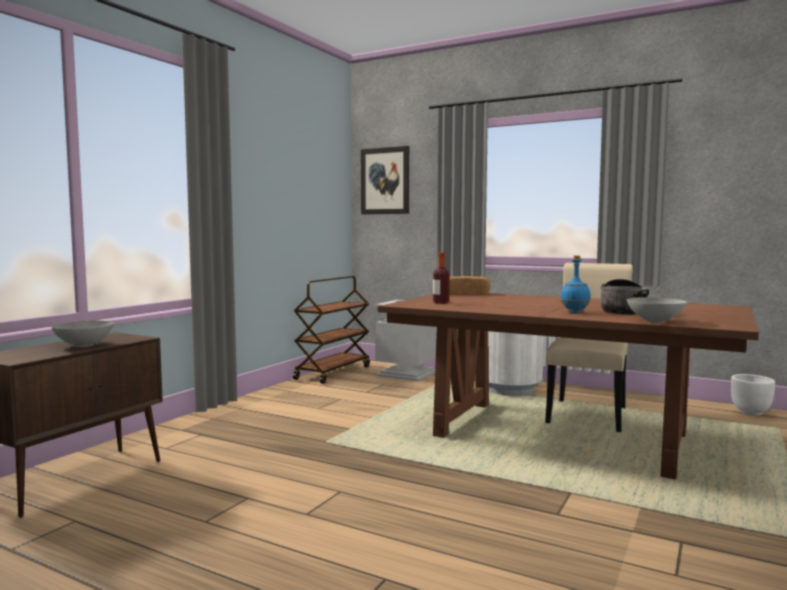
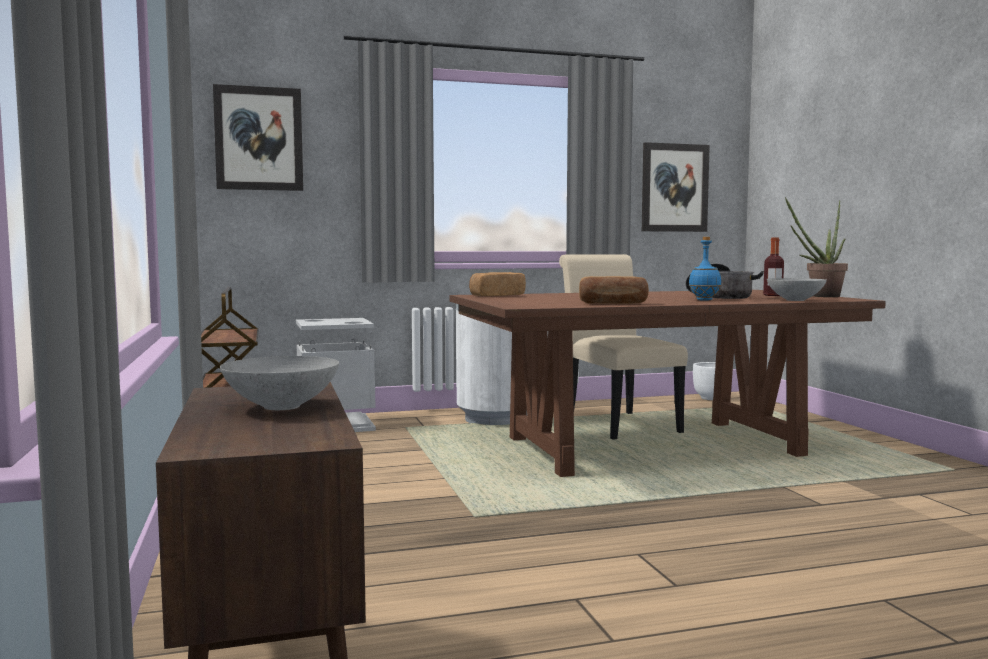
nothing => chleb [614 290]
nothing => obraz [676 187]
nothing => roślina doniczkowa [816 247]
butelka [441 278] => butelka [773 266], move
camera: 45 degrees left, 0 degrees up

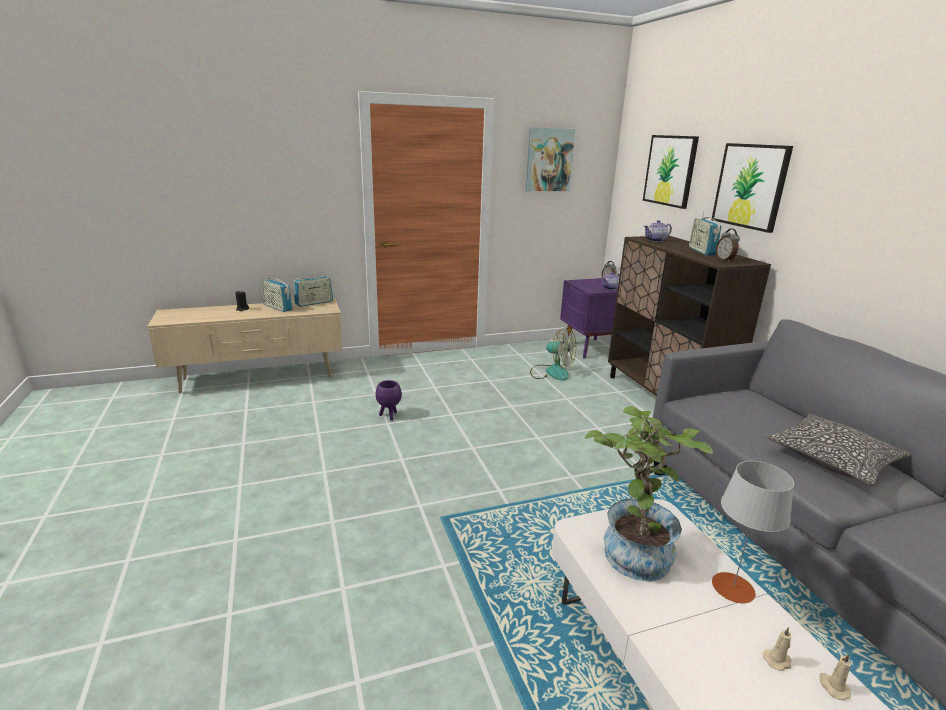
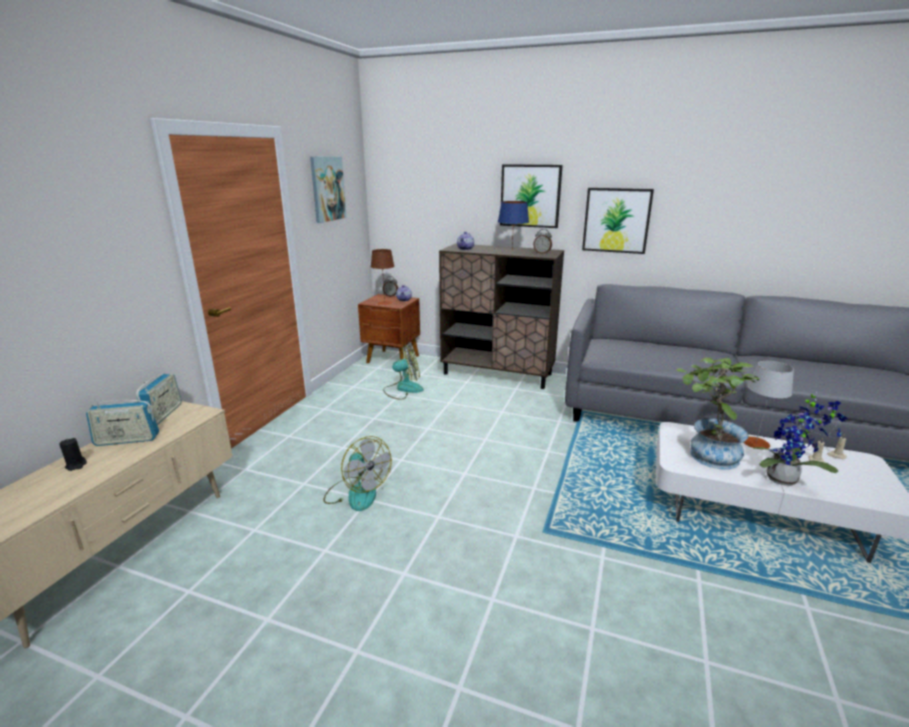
poduszka [839 450] => nothing
nothing => lampa stołowa (brązowy) [382 277]
nothing => roślina doniczkowa [800 439]
obraz [671 172] => obraz [618 221], move
donica (fioletowy) [389 400] => wentylator [357 473]
radio [705 234] => lampa stołowa (niebieski) [513 224]
szafka nocna (fioletowy) [589 318] => szafka nocna (brązowy) [389 328]
camera: 50 degrees left, 0 degrees up

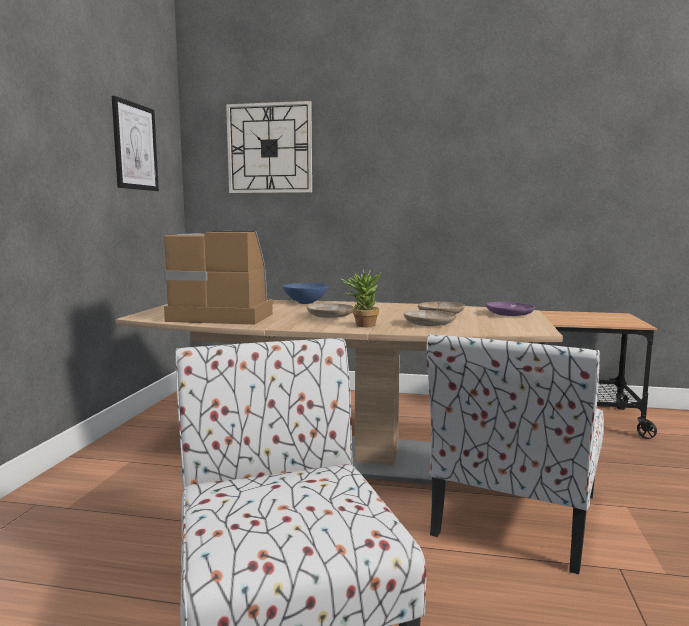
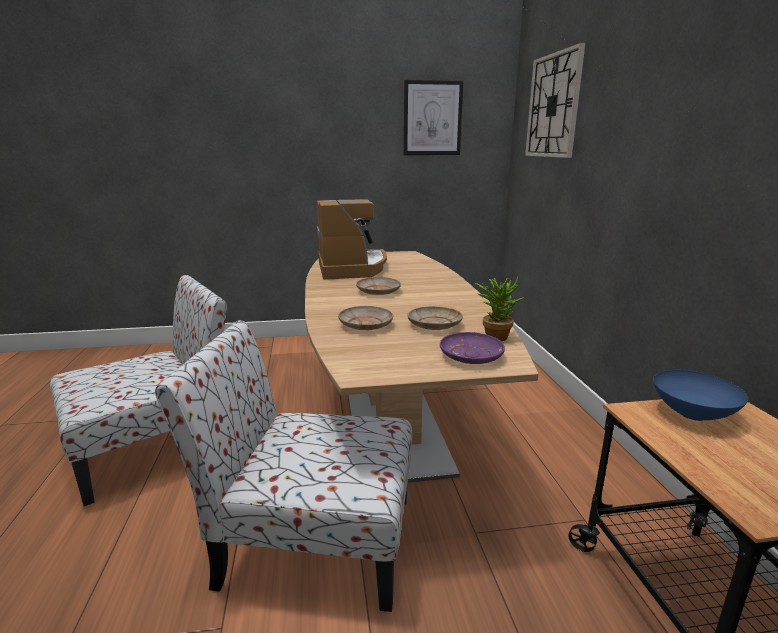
miska (niebieski) [306 293] => miska (niebieski) [700 395], move
roślina doniczkowa [360 298] => roślina doniczkowa [499 307], move
camera: 70 degrees right, 10 degrees up

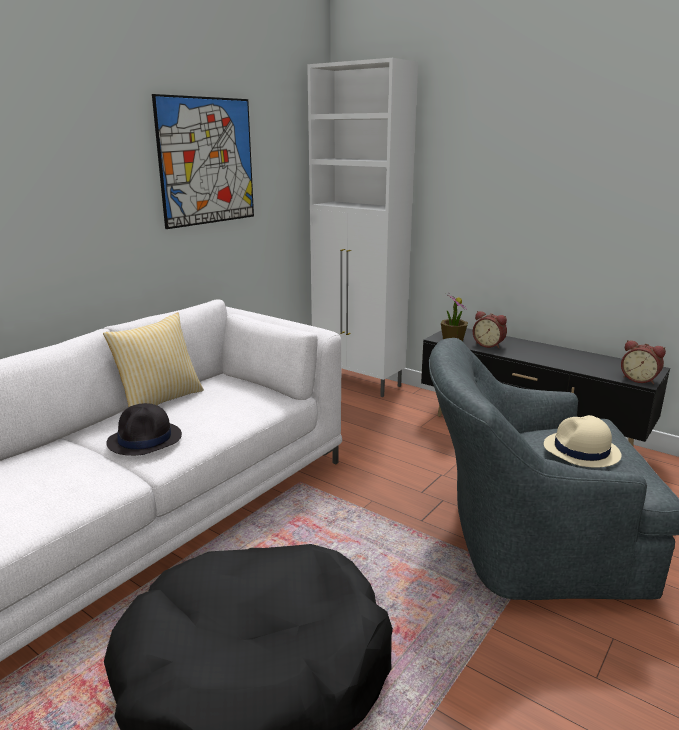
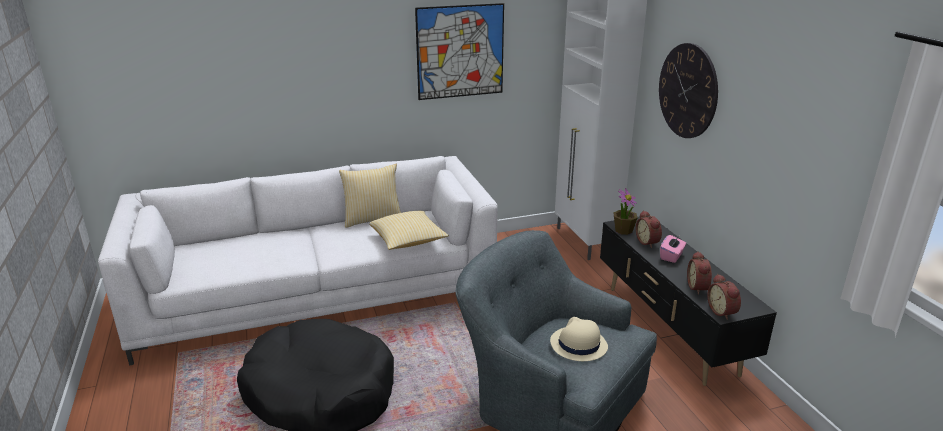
kapelusz (czarny) [144 429] => nothing
nothing => poduszka [409 230]
nothing => zegar ścienny [688 90]
nothing => pudełko chusteczek (różowy) [673 249]
nothing => budzik [699 273]
camera: 35 degrees right, 5 degrees up

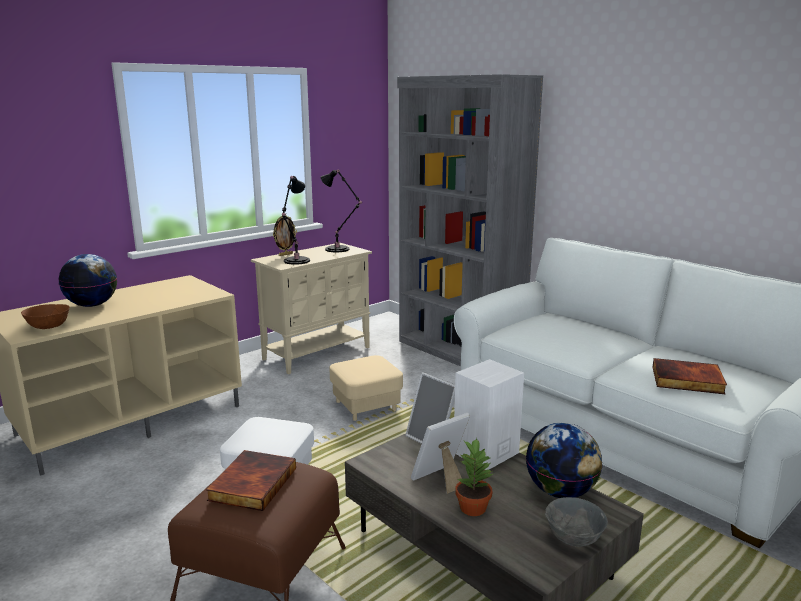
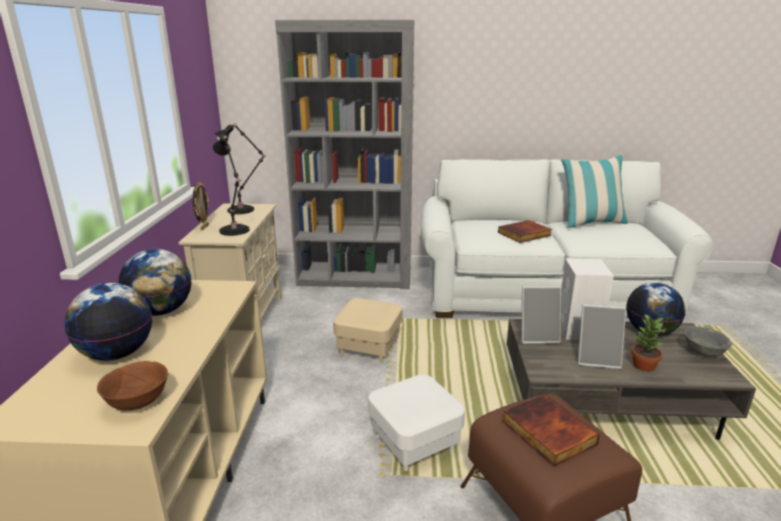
nothing => globus [154 282]
nothing => poduszka [595 191]
książka [690 376] => książka [525 231], move
ramka na zdjęcie [440 453] => ramka na zdjęcie [602 336], 90 degrees counterclockwise
camera: 45 degrees left, 5 degrees up

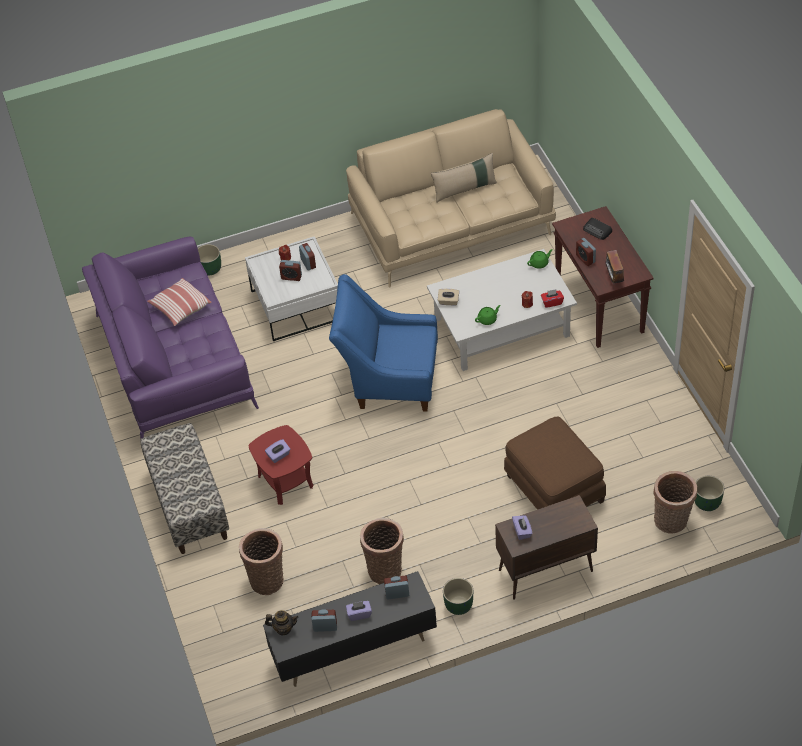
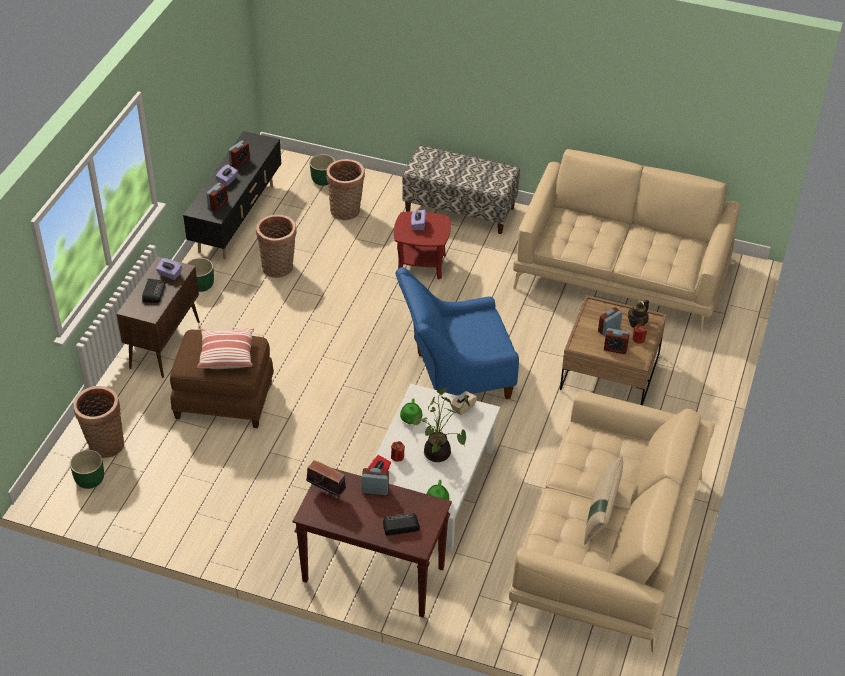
nothing => radio [153 291]
nothing => roślina doniczkowa [441 425]
poduszka [179 302] => poduszka [225 349], move
donica (zielony) [209 259] => donica (zielony) [322 170], move
imbryk [282 622] => imbryk [638 313], move
kanapa (fioletowy) [170 338] => kanapa (beżowy) [626 240]
ława (biały) [291 288] => ława (brązowy) [613 350]
fotel (niebieski) [383 342] => fotel (niebieski) [457 333], 150 degrees counterclockwise
camera: 125 degrees right, 5 degrees down

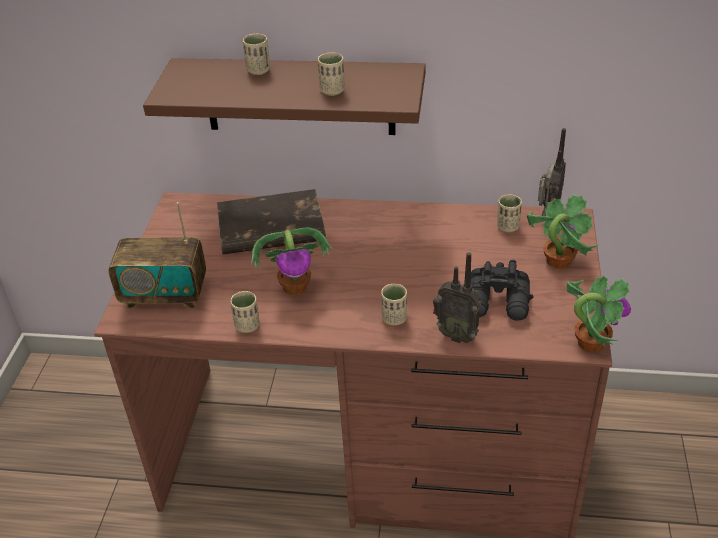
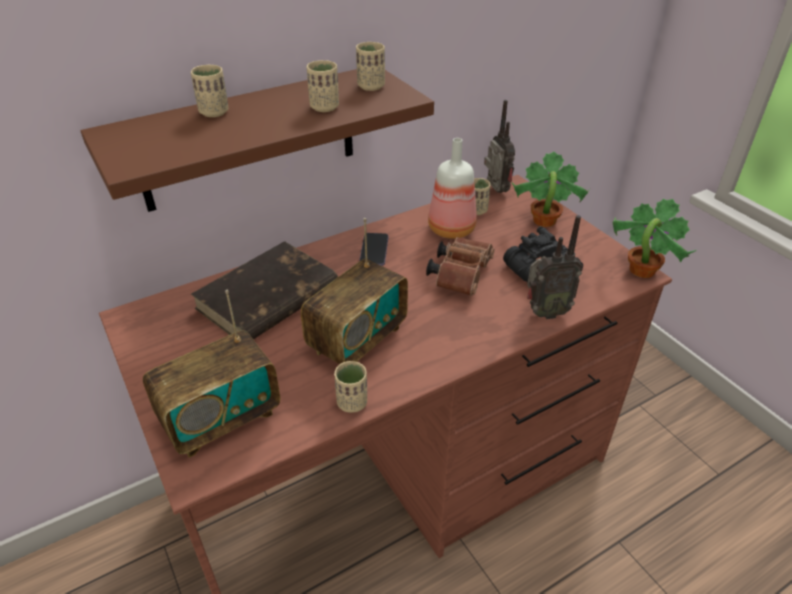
nothing => telefon [373 249]
nothing => lornetka (brązowy) [460 266]
nothing => butelka [452 188]
filiżanka (beżowy) [394 304] => filiżanka (beżowy) [370 66], move
roślina doniczkowa [292 261] => radio [354 291]
camera: 40 degrees left, 0 degrees up

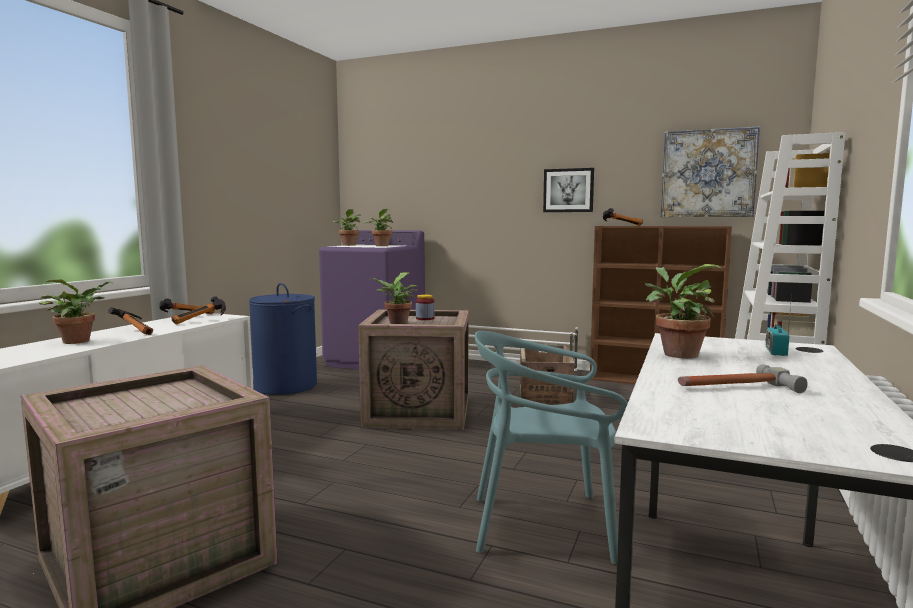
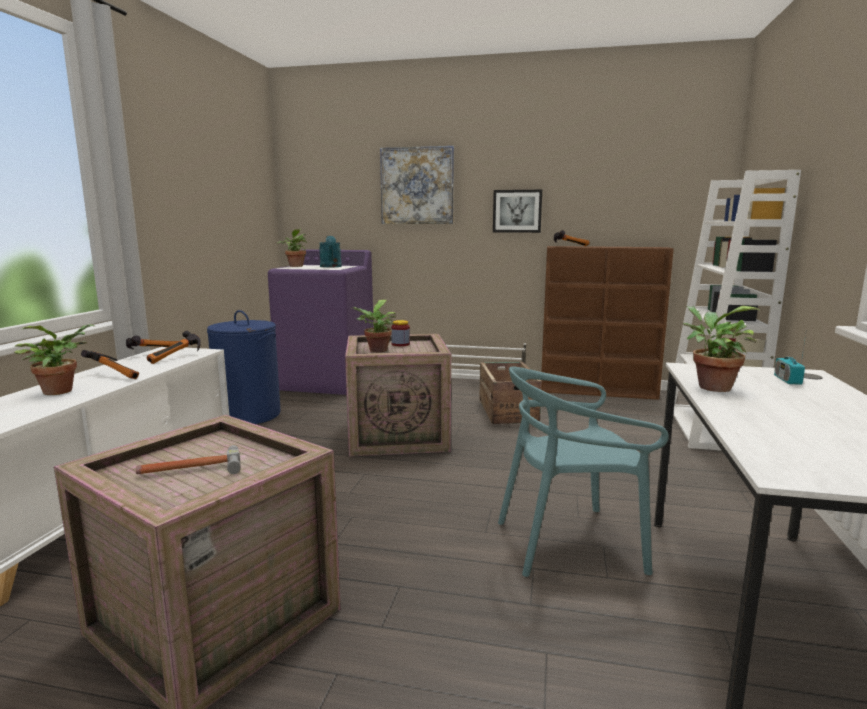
obraz [710 171] => obraz [417 185], move
młotek [743 378] => młotek [188 459], move
roślina doniczkowa [378 227] => konewka (turkusowy) [330 252]
camera: 10 degrees left, 5 degrees up

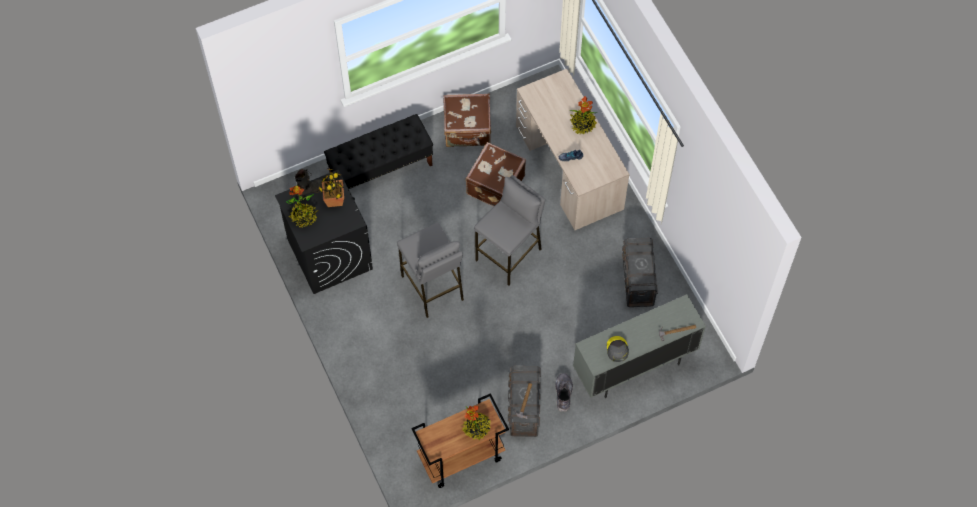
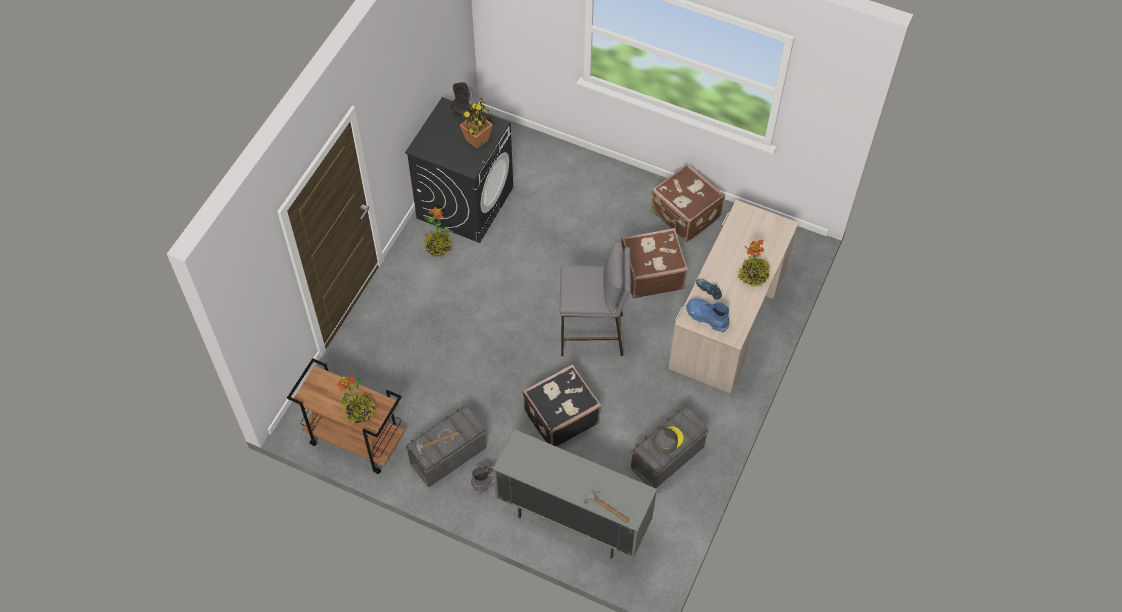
ławka (czarny) [378 151] => nothing
stołek (szary) [430 270] => nothing
nothing => walizka (czarny) [562 405]
nothing => but z cholewką (niebieski) [707 315]
roślina doniczkowa [302 206] => roślina doniczkowa [438 232], move
czapka z daszkiem (szary) [618 349] => czapka z daszkiem (szary) [668 440], move
camera: 50 degrees right, 5 degrees down

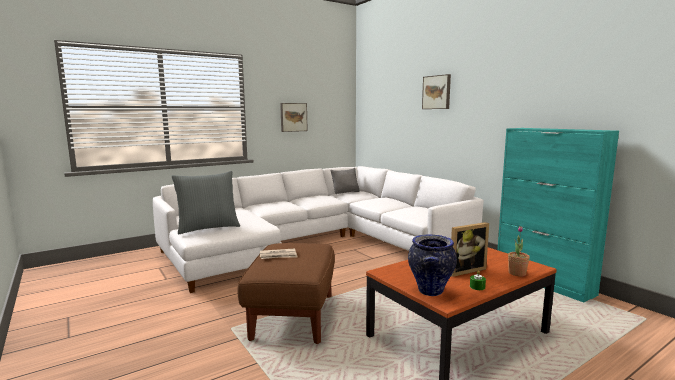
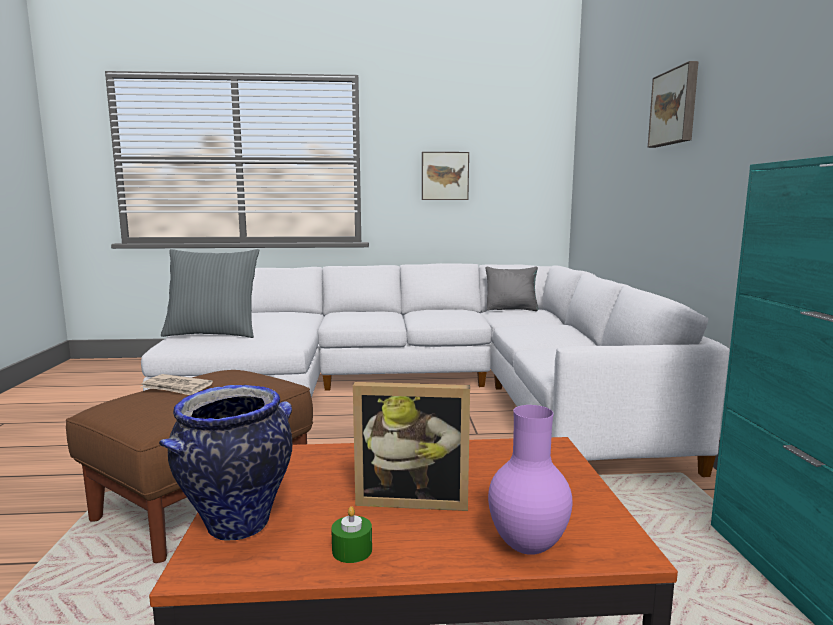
roślina doniczkowa [519 251] => wazon (fioletowy) [530 480]
camera: 30 degrees right, 0 degrees up

